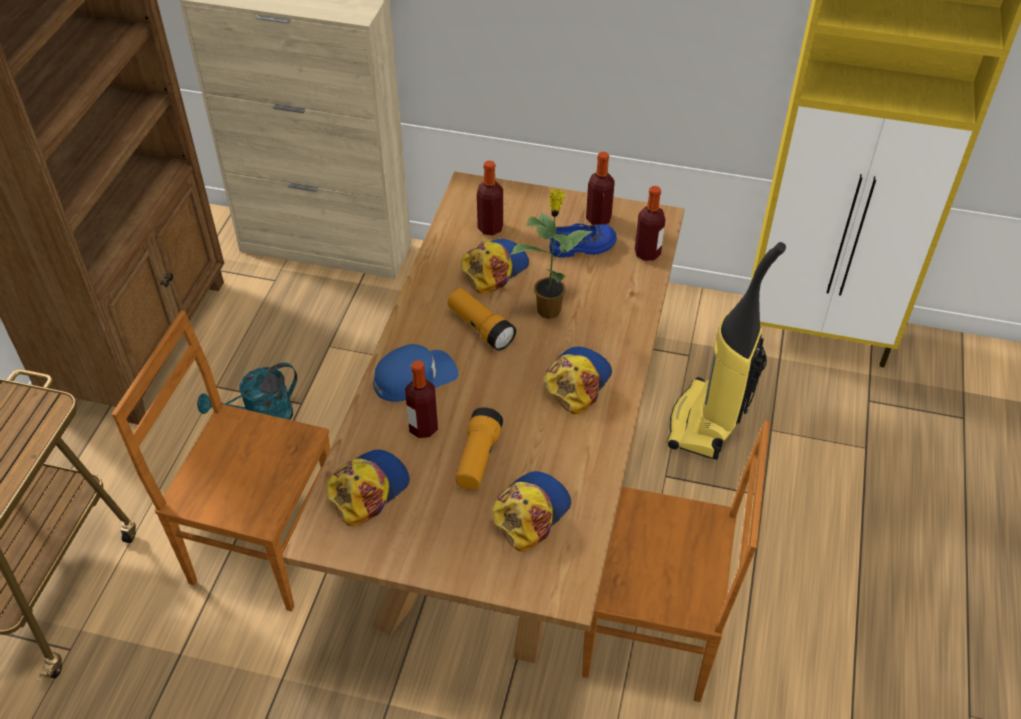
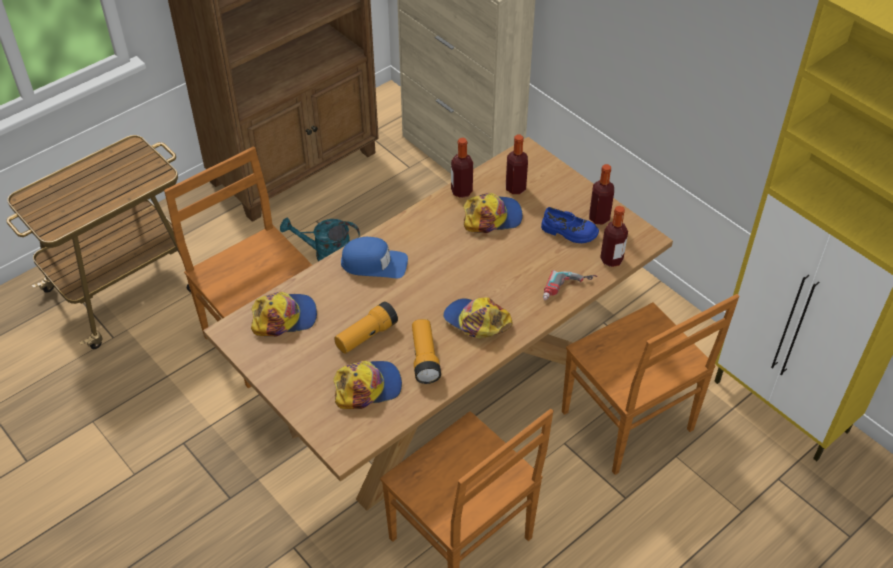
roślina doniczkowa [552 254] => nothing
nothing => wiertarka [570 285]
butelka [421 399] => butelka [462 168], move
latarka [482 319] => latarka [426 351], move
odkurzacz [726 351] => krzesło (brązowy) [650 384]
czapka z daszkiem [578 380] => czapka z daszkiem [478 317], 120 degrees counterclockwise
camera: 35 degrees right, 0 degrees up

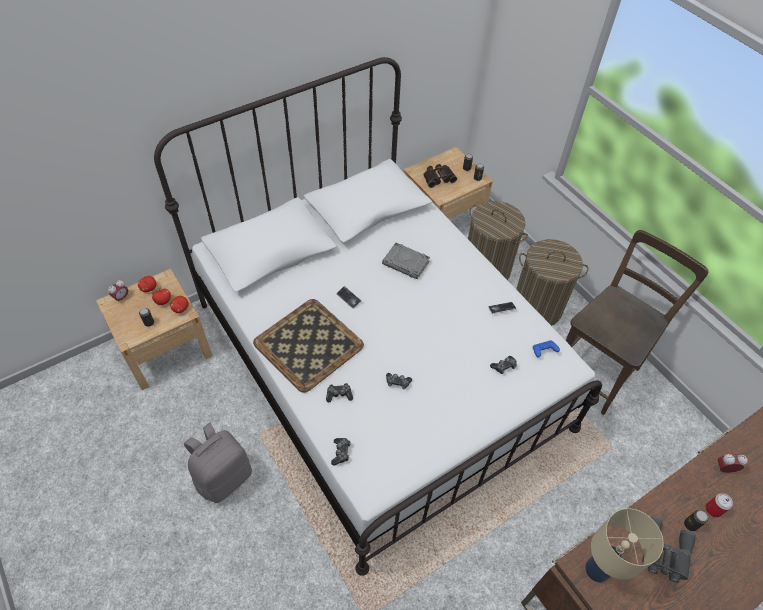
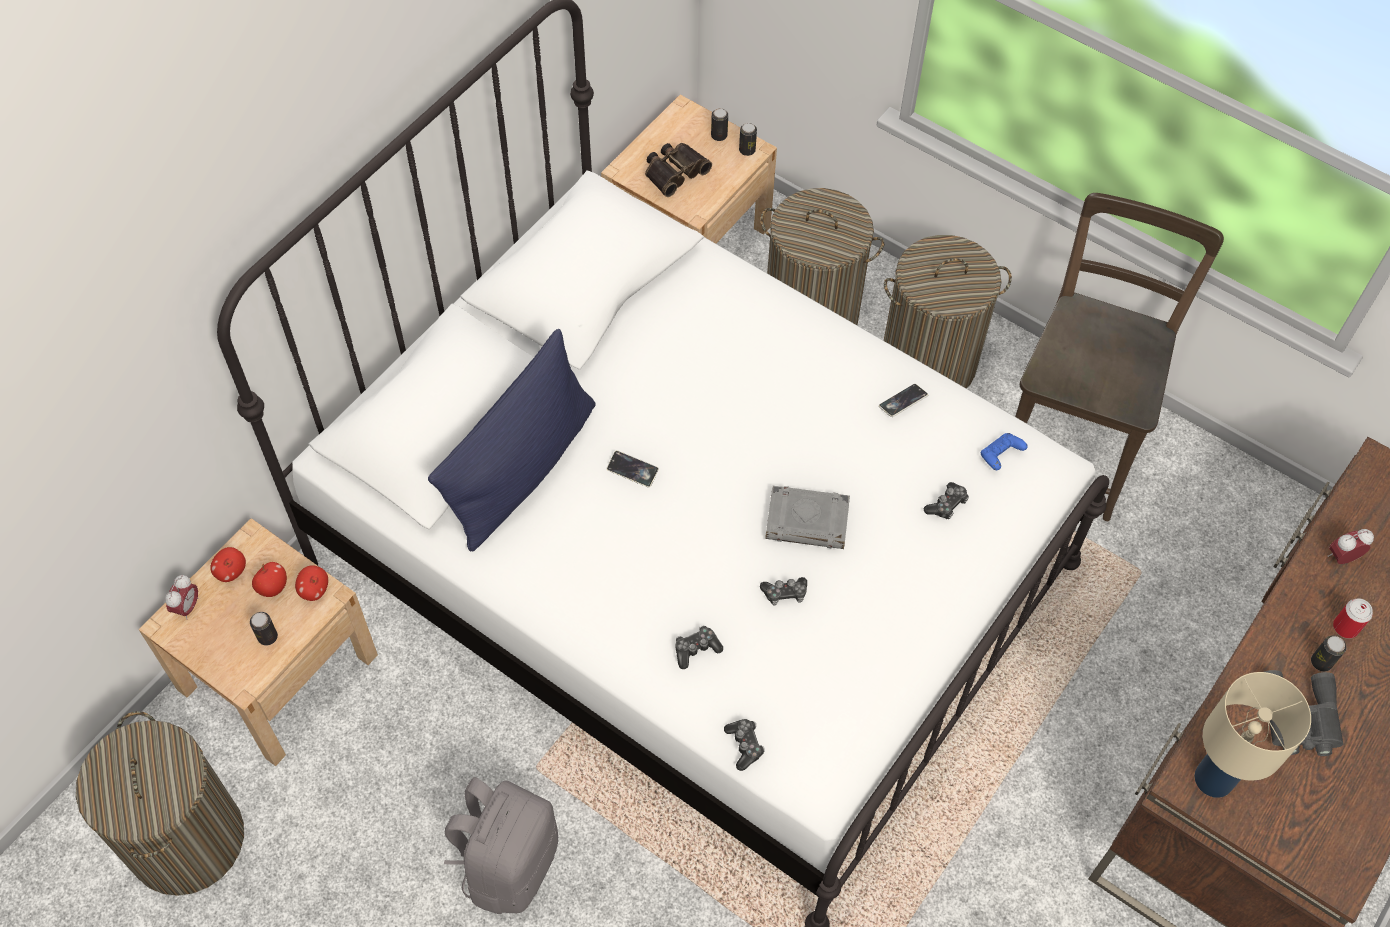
taca [308 346] => nothing
nothing => kosz na pranie [160 803]
nothing => poduszka (niebieski) [512 440]
książka (szary) [406 261] => książka (szary) [807 517], move
camera: 20 degrees left, 5 degrees up

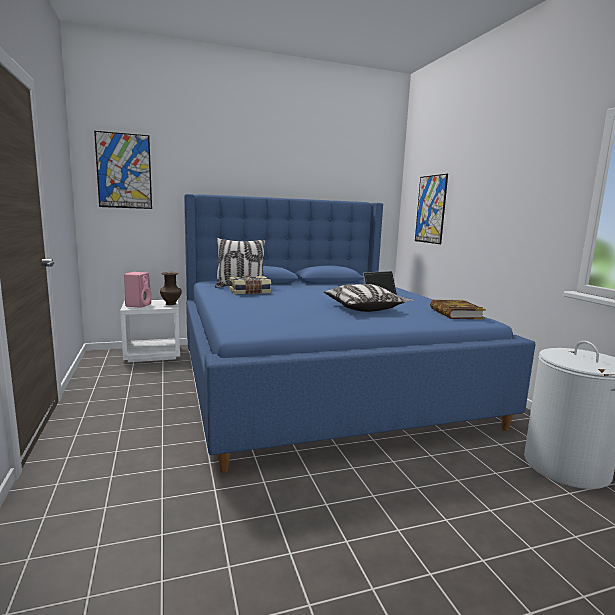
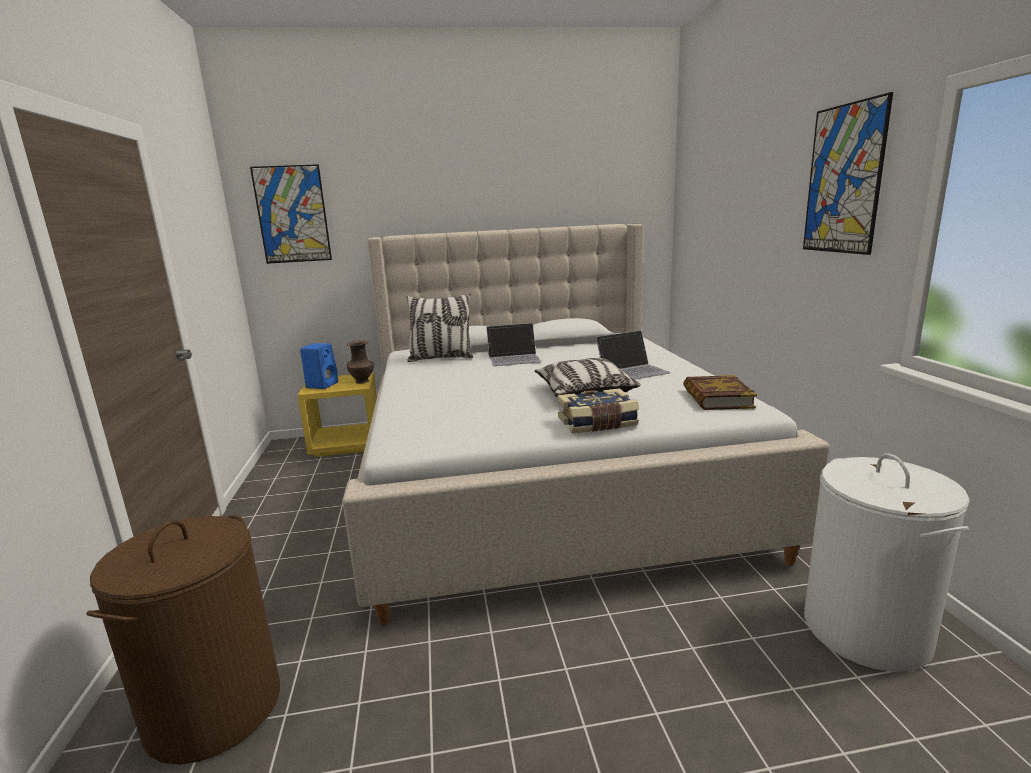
nothing => kosz na pranie (brązowy) [183 639]
nothing => laptop [513 344]
książka [250 285] => książka [598 410], move
obraz [431 209] => obraz [848 173], move
szafka nocna (biały) [150 331] => szafka nocna (żółty) [337 415]
głośnik (różowy) [137 290] => głośnik (niebieski) [319 366]
łóżko (niebieski) [359 333] => łóżko (beżowy) [586 425]
camera: 10 degrees right, 5 degrees up

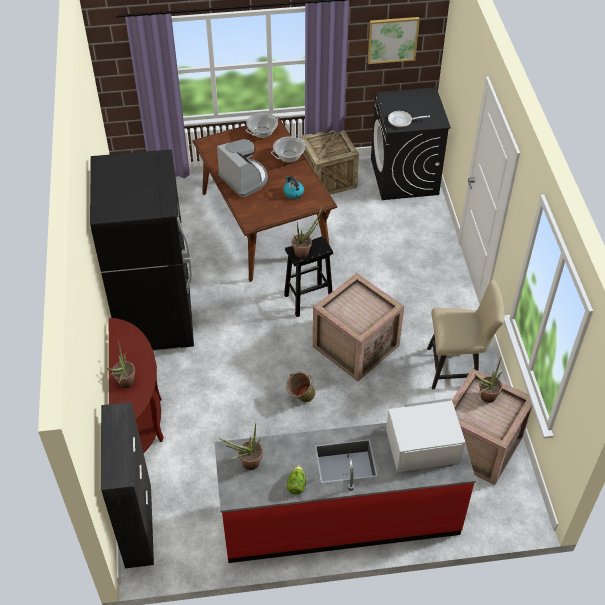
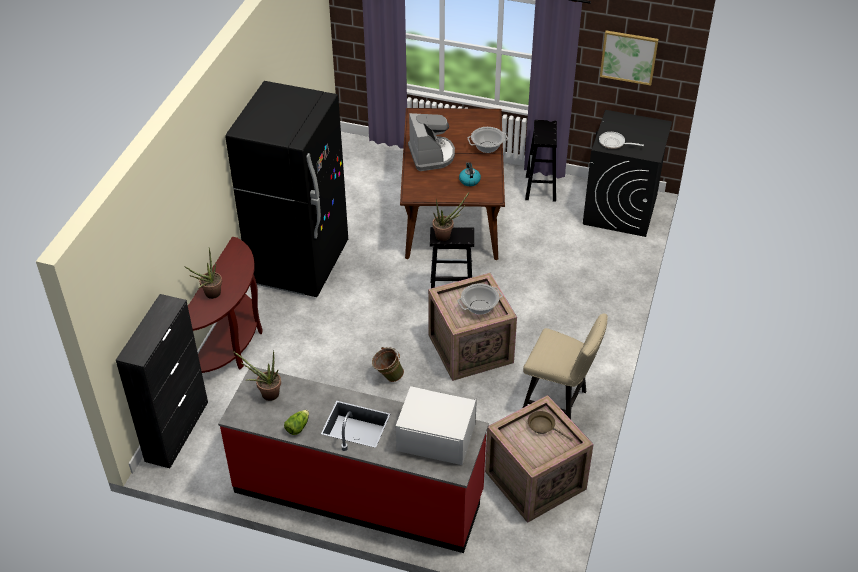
garnek [262 125] => garnek [480 299], move
skrzynka [329 162] => stołek (czarny) [541 161]
roślina doniczkowa [488 380] => patelnia (brązowy) [550 426]
camera: 25 degrees right, 5 degrees down

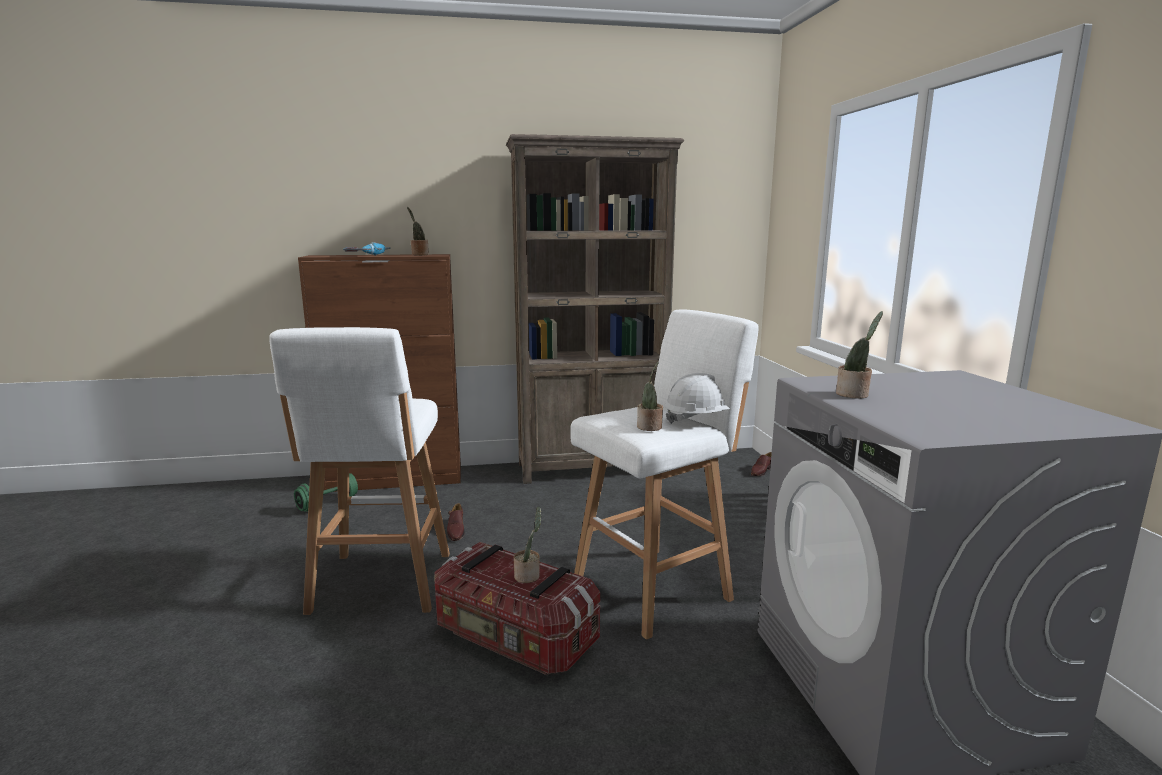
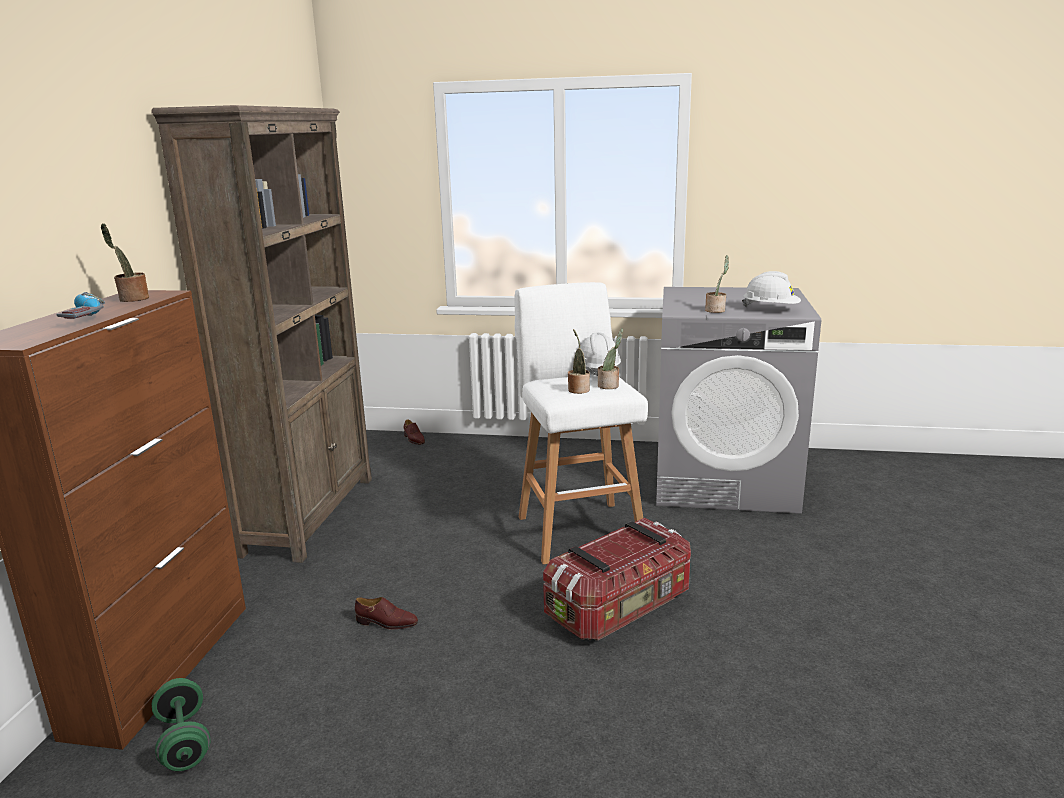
stołek (biały) [360 471] => nothing
nothing => kask (biały) [771 289]
roślina doniczkowa [527 545] => roślina doniczkowa [579 361], move
camera: 70 degrees left, 5 degrees up

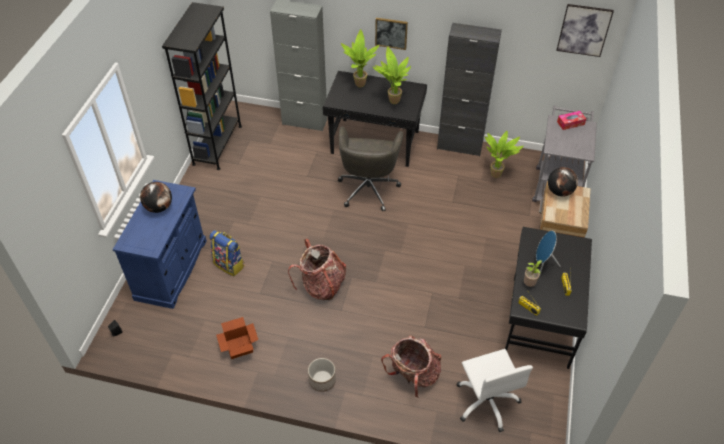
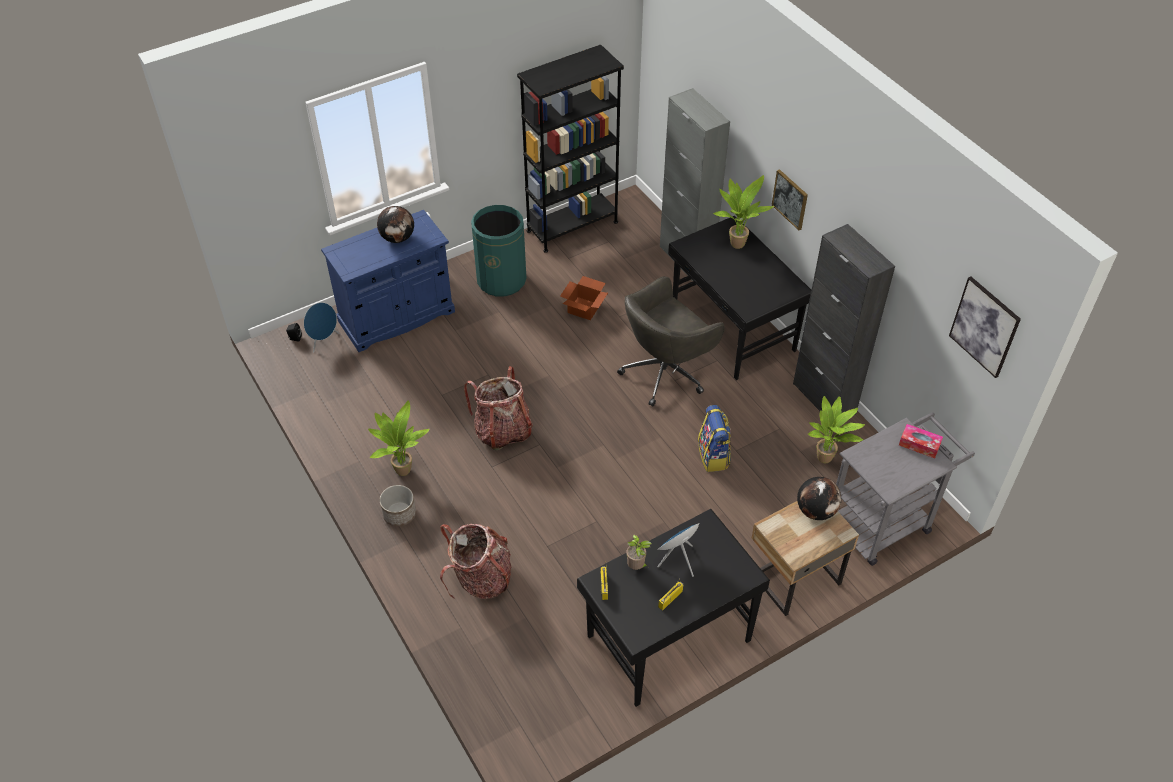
krzesło biurowe (biały) [494 390] => nothing
nothing => głośnik (niebieski) [321 327]
nothing => kosz na śmieci (zielony) [498 251]
plecak [226 253] => plecak [714 438], move
karton [237 338] => karton [584 298], move
roślina doniczkowa [392 75] => roślina doniczkowa [398 438], move
camera: 45 degrees right, 0 degrees up

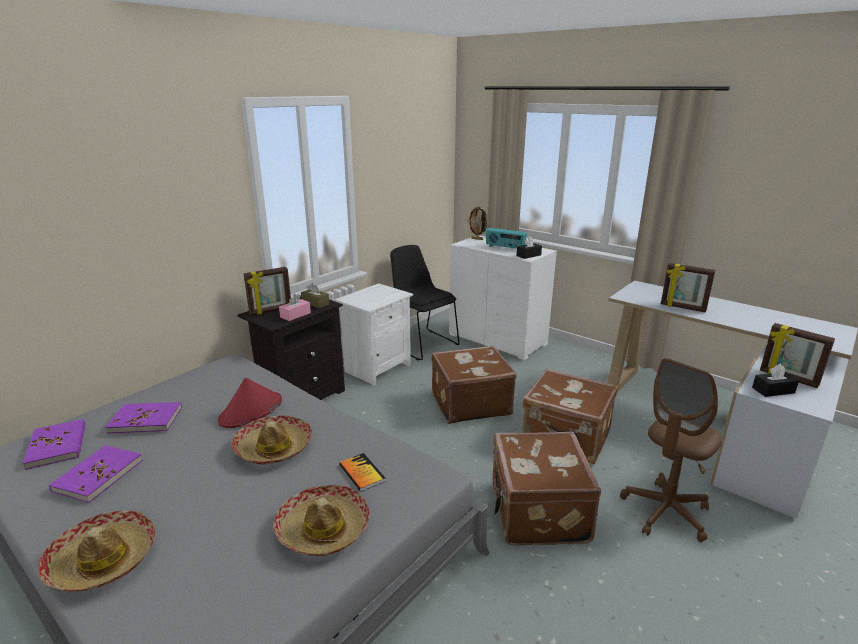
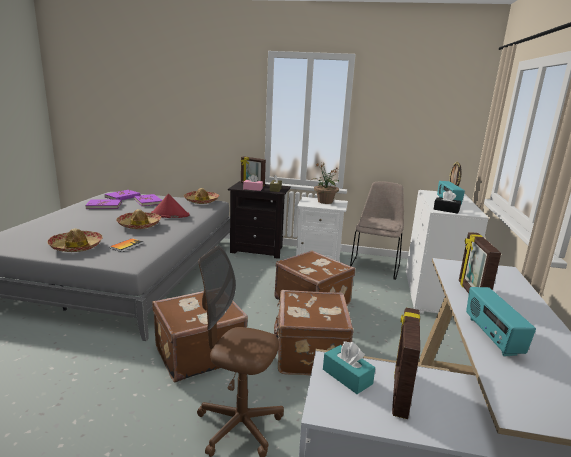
nothing => roślina doniczkowa [325 183]
nothing => radio [501 322]
kapelusz [96 551] => kapelusz [201 196], move
krzesło (czarny) [424 303] => krzesło (beżowy) [377 230]
pudełko chusteczek (czarny) [775 380] => pudełko chusteczek (turkusowy) [349 367]
camera: 60 degrees right, 5 degrees down

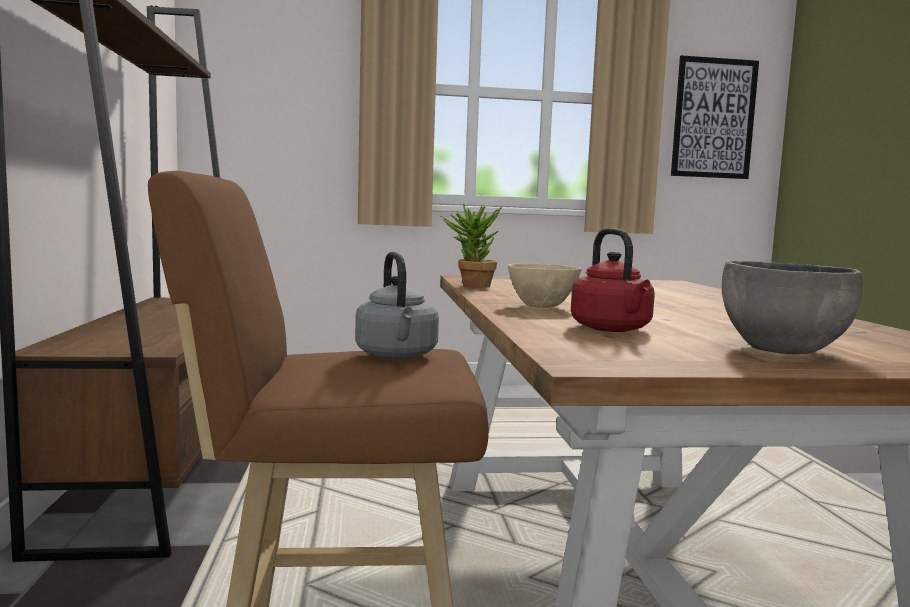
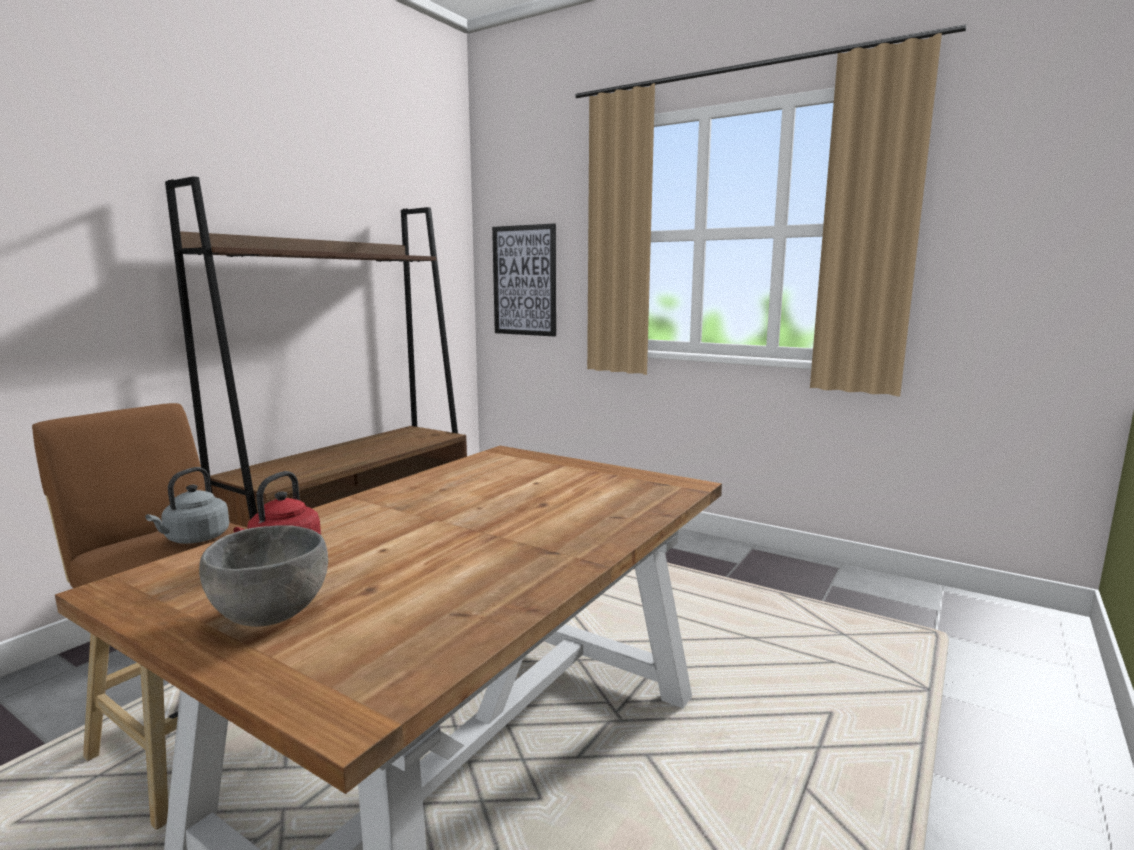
roślina doniczkowa [471 246] => nothing
miska (beżowy) [545 285] => nothing
obraz [715 117] => obraz [524 280], move
camera: 40 degrees right, 5 degrees up

